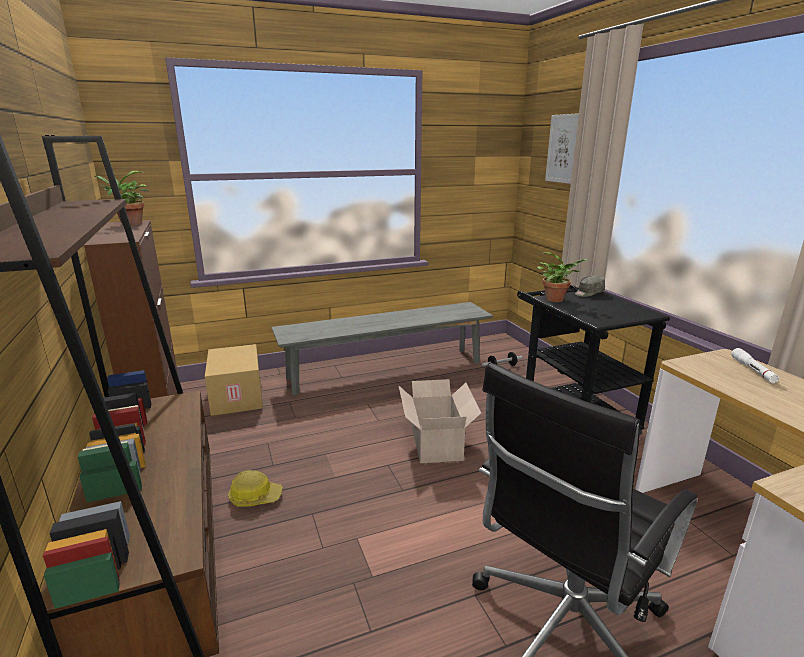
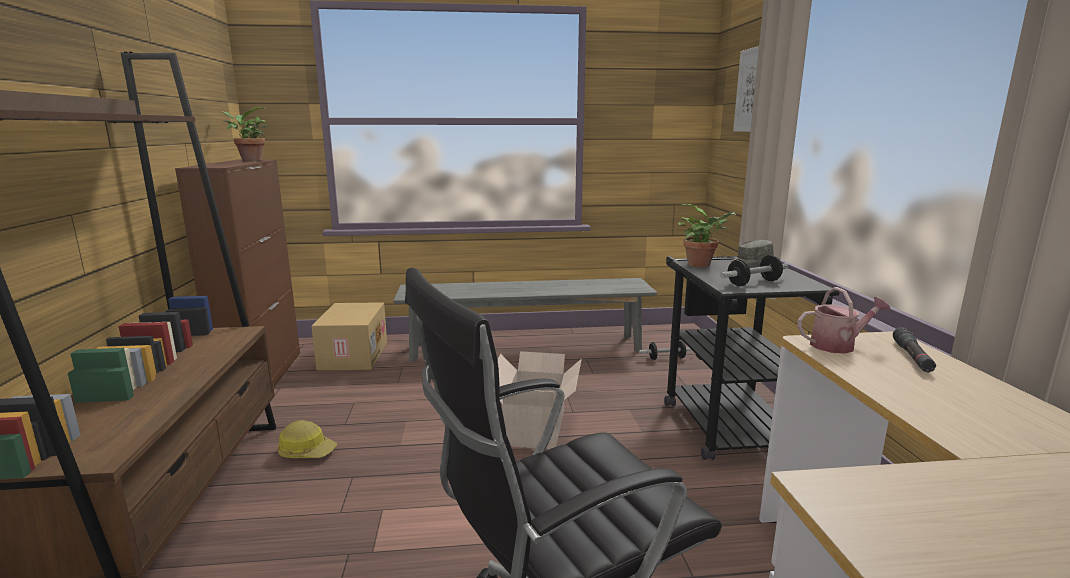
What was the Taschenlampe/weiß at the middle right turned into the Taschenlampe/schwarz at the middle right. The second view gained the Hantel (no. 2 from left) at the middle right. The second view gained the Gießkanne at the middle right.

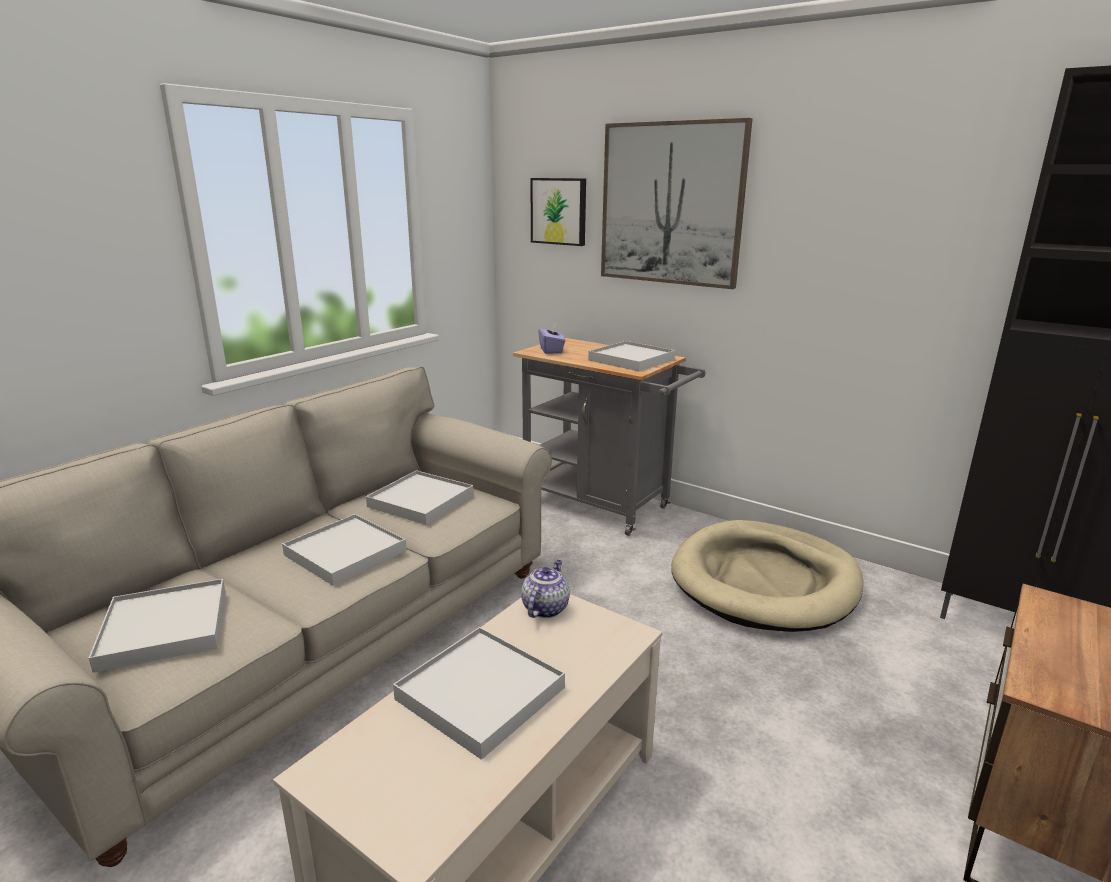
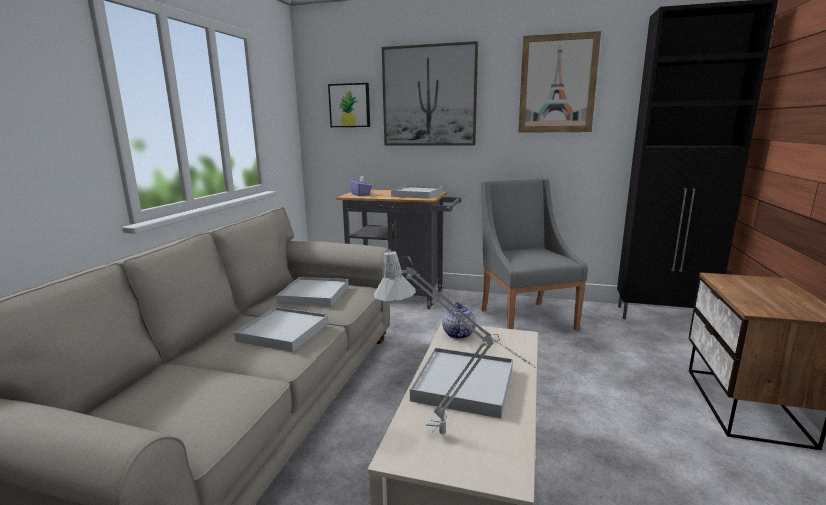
The second view lost the Tablett/weiß (no. 1 from left) at the bottom left. Where the Hundebett/beige stood at the middle right, the Sessel/grau came to stand at the centre. The second view gained the Tischlampe/grau at the bottom centre. The second view gained the Bild (no. 3 from left) at the top right.

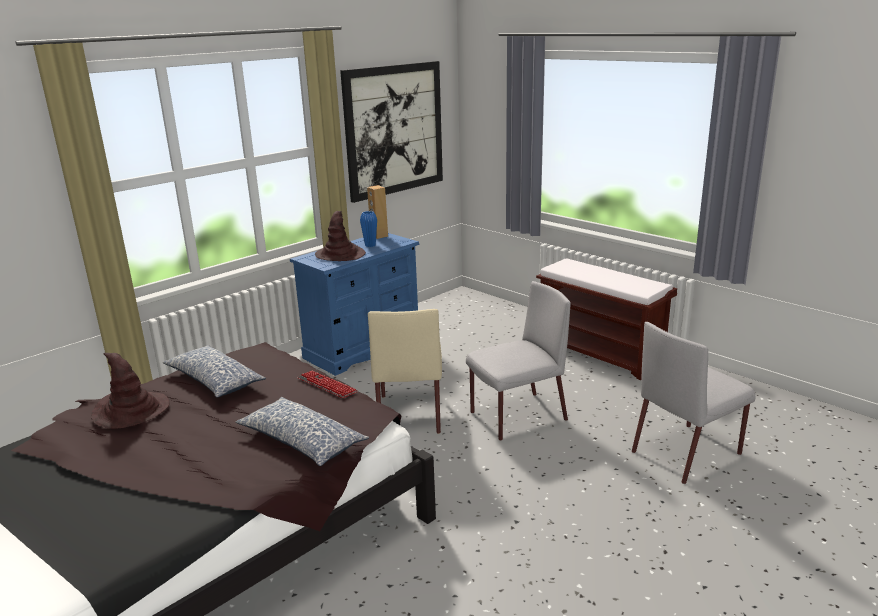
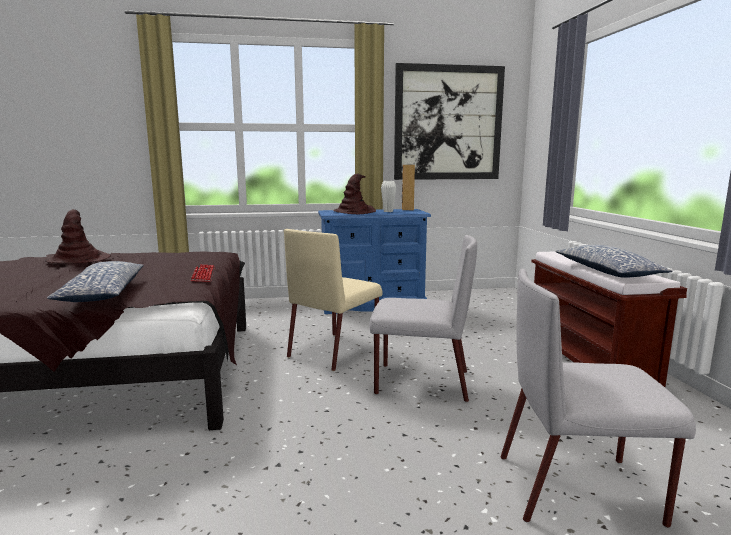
The Kissen (no. 1 from left in the first image) ended up elsewhere, having gone from the middle left to the middle right. What was the Vase/blau at the centre turned into the Vase/weiß at the centre.

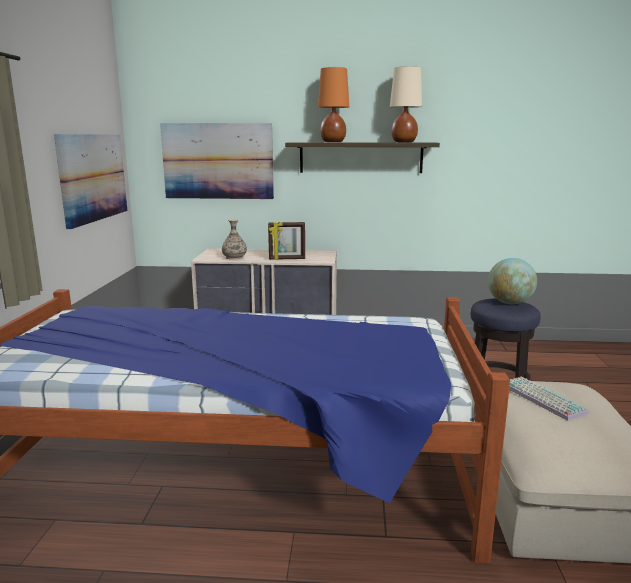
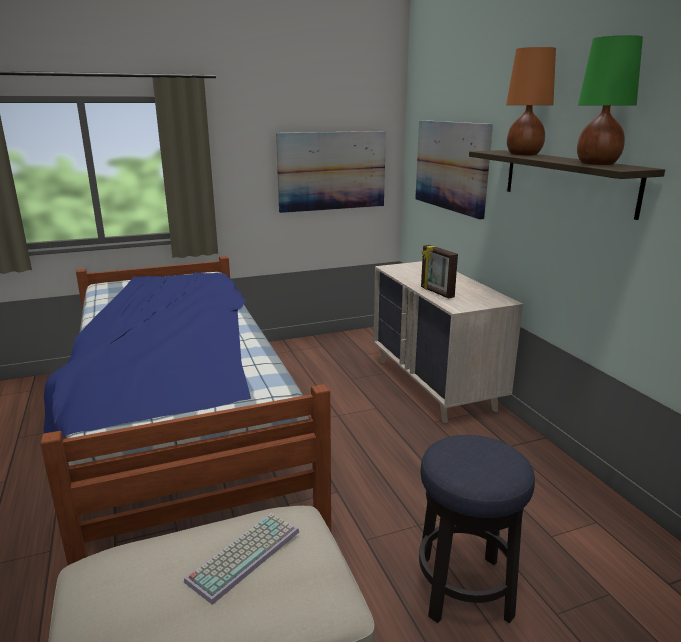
The second view lost the Vase at the centre. What was the Tischlampe/beige at the top centre turned into the Tischlampe/grün at the top right. The second view lost the Globus at the middle right.

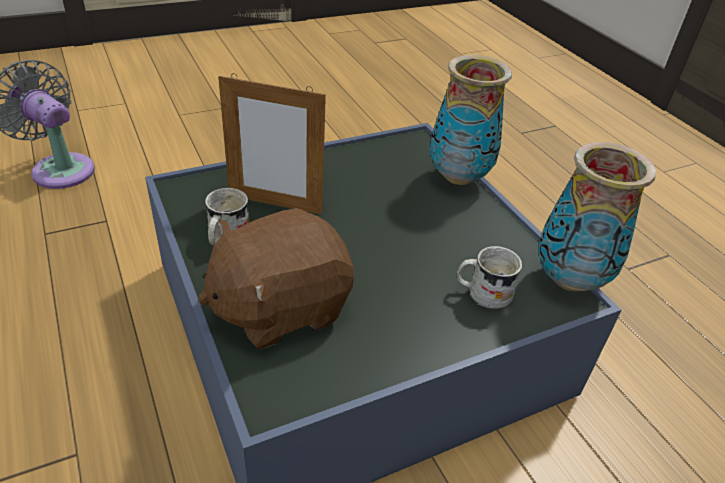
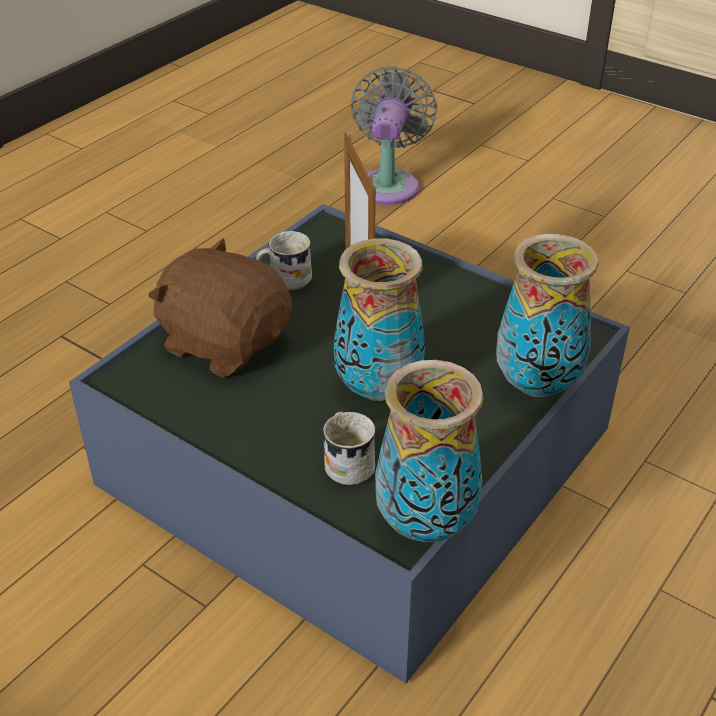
The second view gained the Vase (no. 1 from left) at the centre.

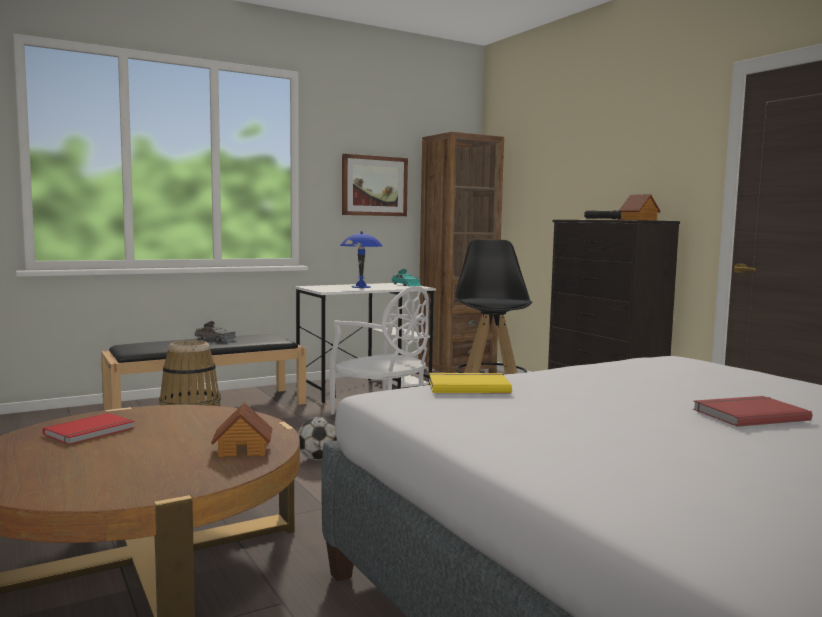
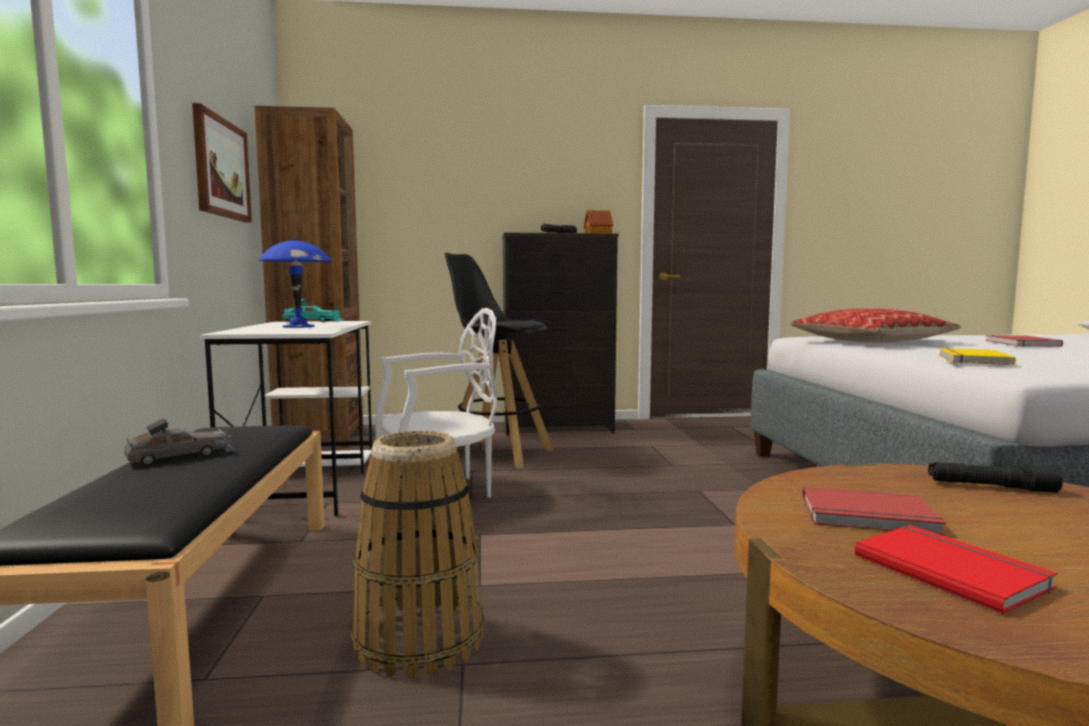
Where the Spielzeughaus (no. 1 from left) stood at the bottom left, the Taschenlampe/schwarz (no. 2 from left) came to stand at the middle right. The second view lost the Fußball at the bottom centre. The second view gained the Kissen at the middle right. The second view gained the Buch/rot (no. 1 from left) at the bottom right.

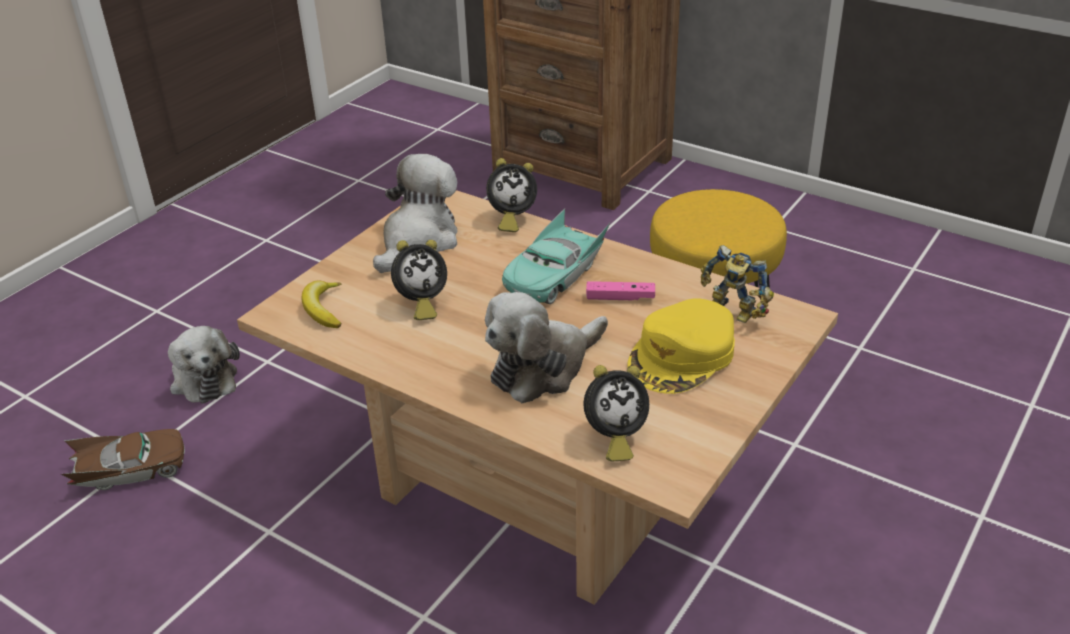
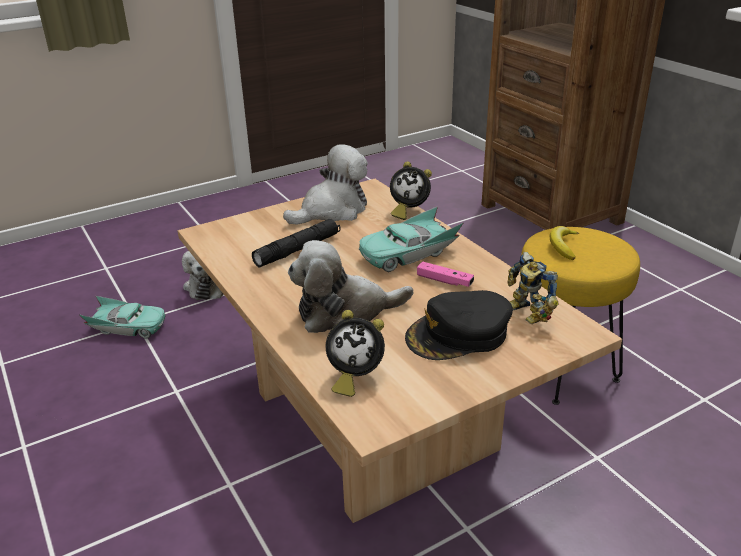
What was the Spielzeugauto/braun at the bottom left turned into the Spielzeugauto/türkis (no. 1 from left) at the middle left. The Banane ended up elsewhere, having gone from the middle left to the middle right. Where the Wecker (no. 1 from left) stood at the centre, the Taschenlampe/schwarz came to stand at the centre. What was the Kappe/gelb at the centre turned into the Kappe/schwarz at the centre.

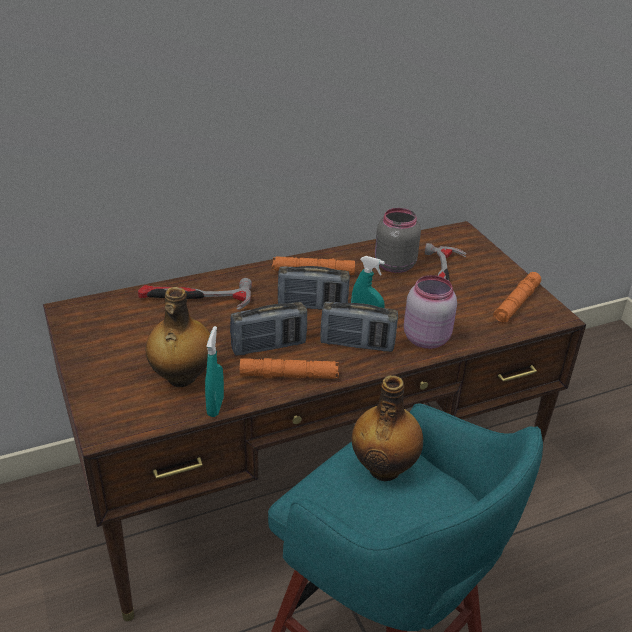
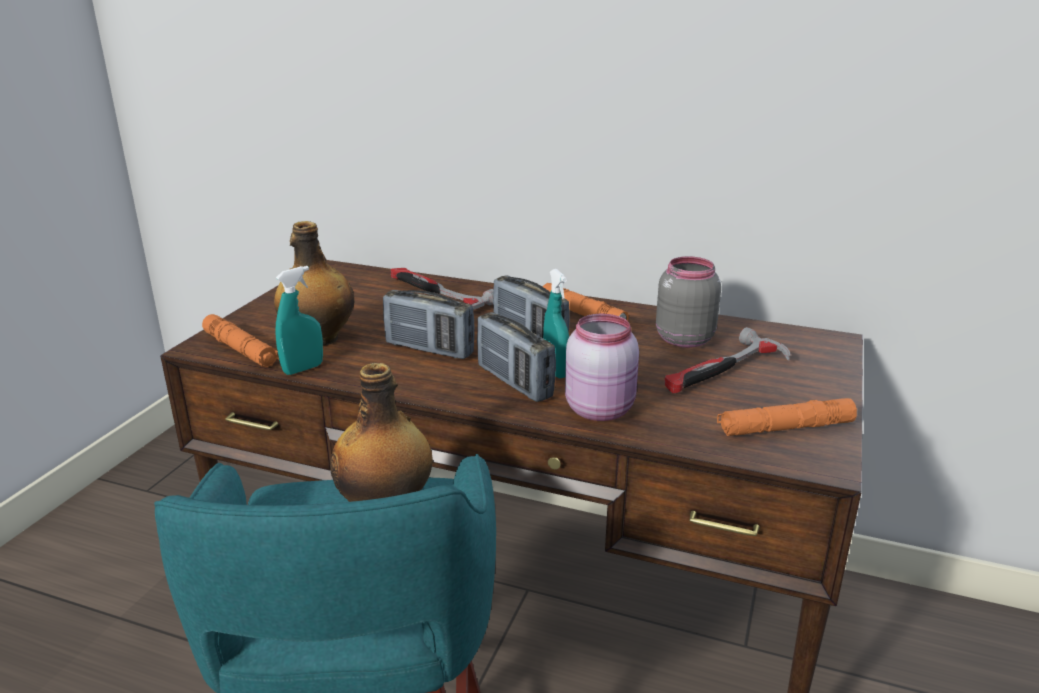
The Taschenlampe/orange (no. 1 from left) ended up elsewhere, having gone from the centre to the middle left.

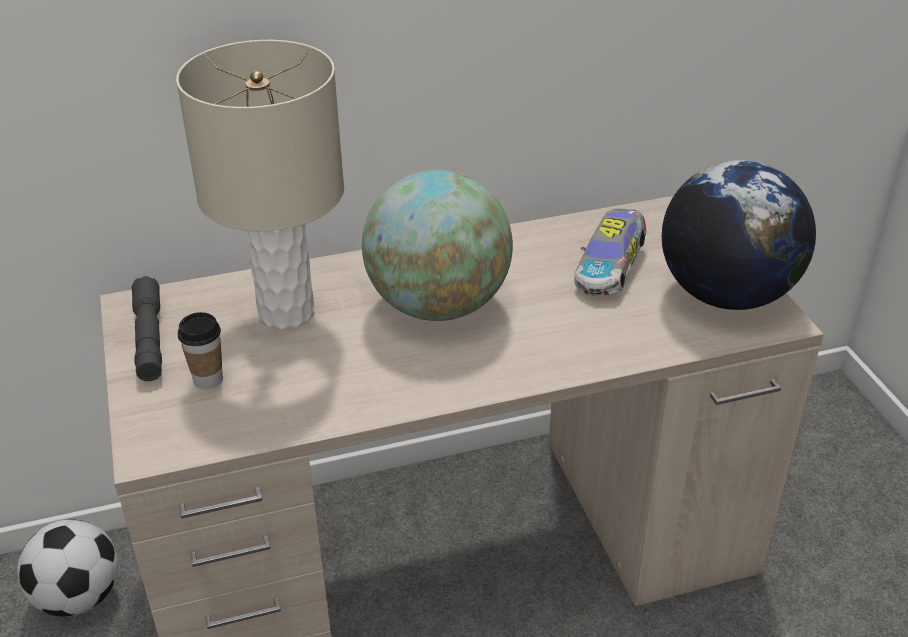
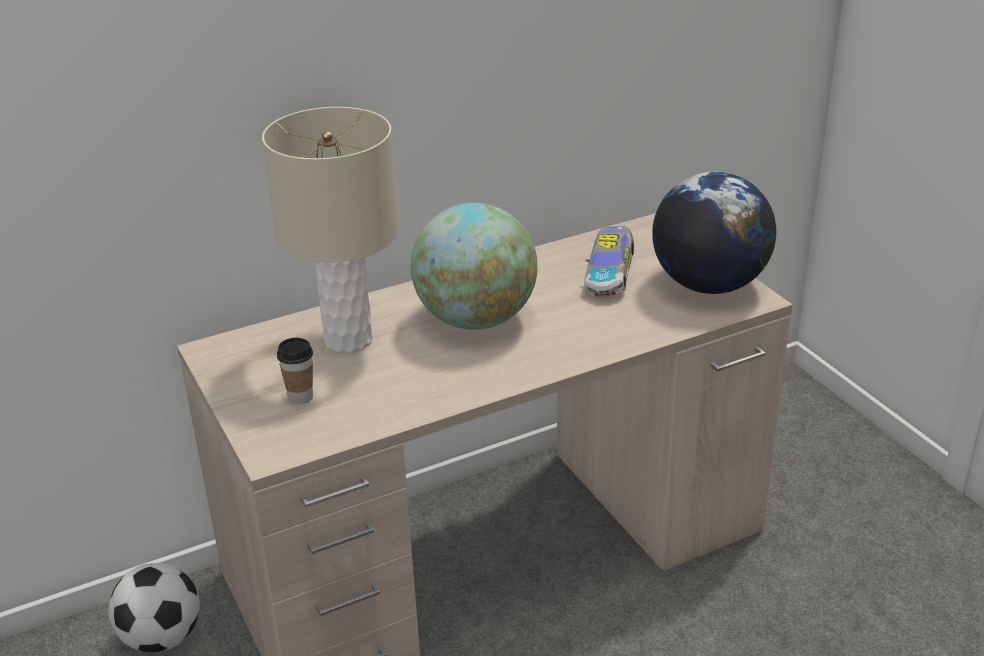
The second view lost the Taschenlampe/grau at the middle left.

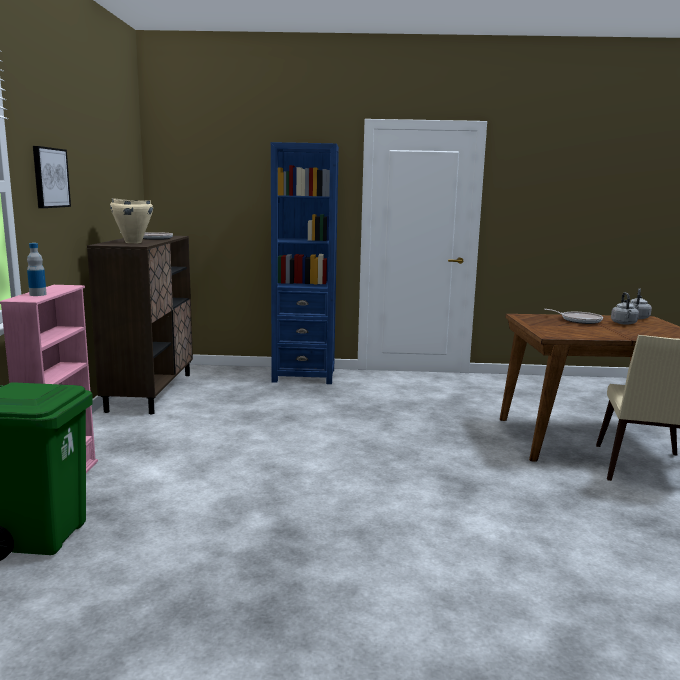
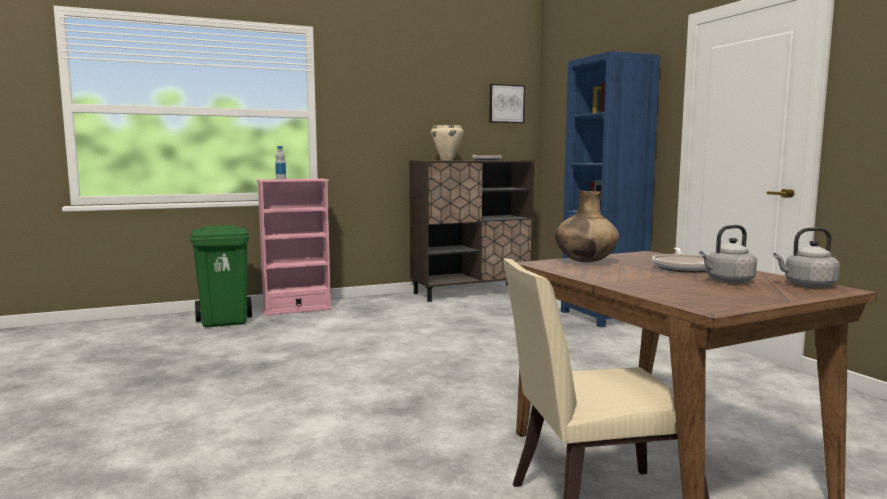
The Bild ended up elsewhere, having gone from the top left to the top centre. The second view gained the Vase/braun at the centre.

